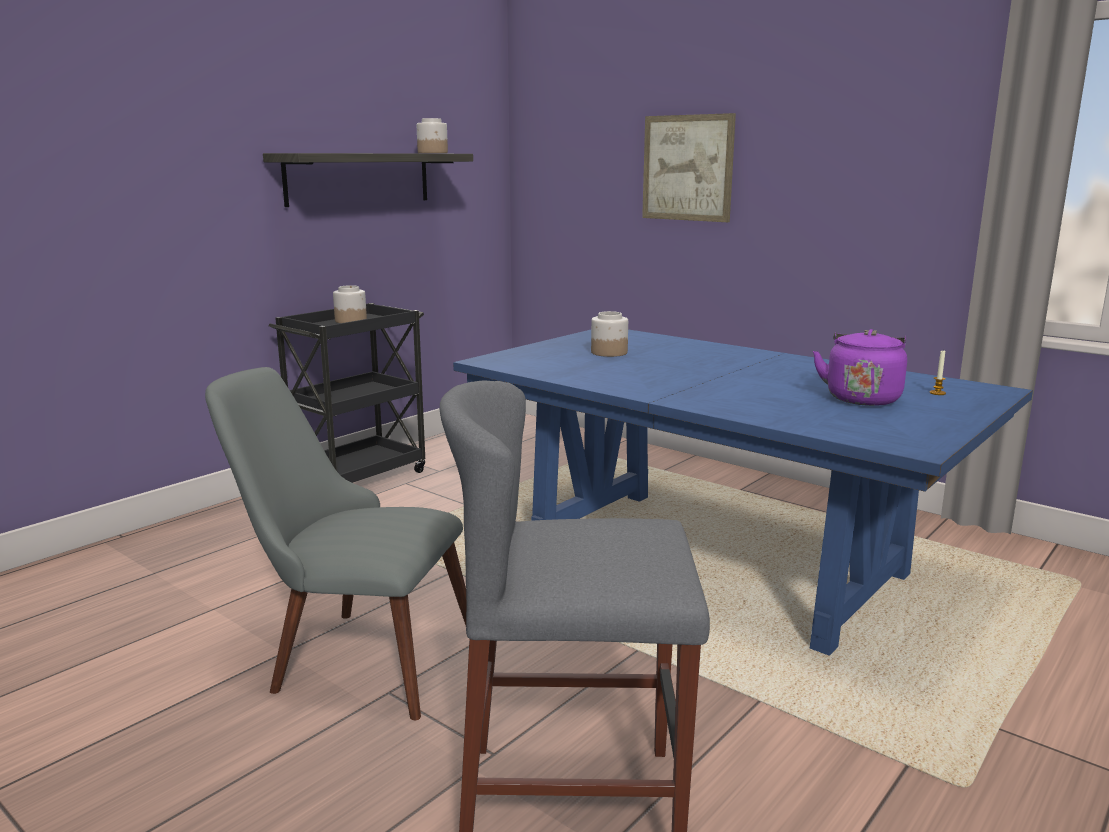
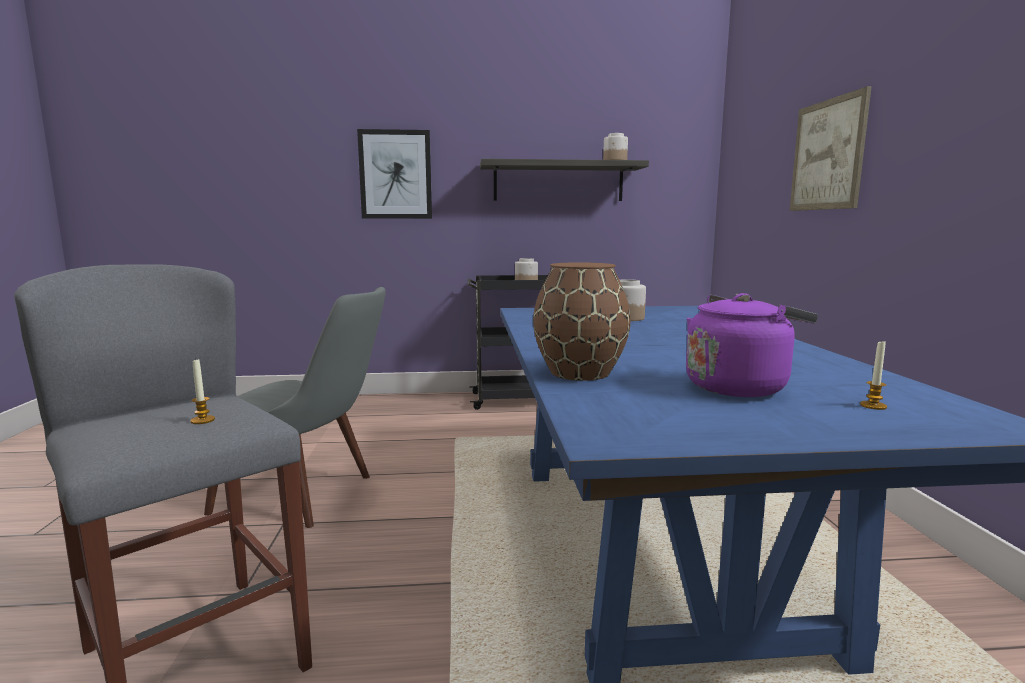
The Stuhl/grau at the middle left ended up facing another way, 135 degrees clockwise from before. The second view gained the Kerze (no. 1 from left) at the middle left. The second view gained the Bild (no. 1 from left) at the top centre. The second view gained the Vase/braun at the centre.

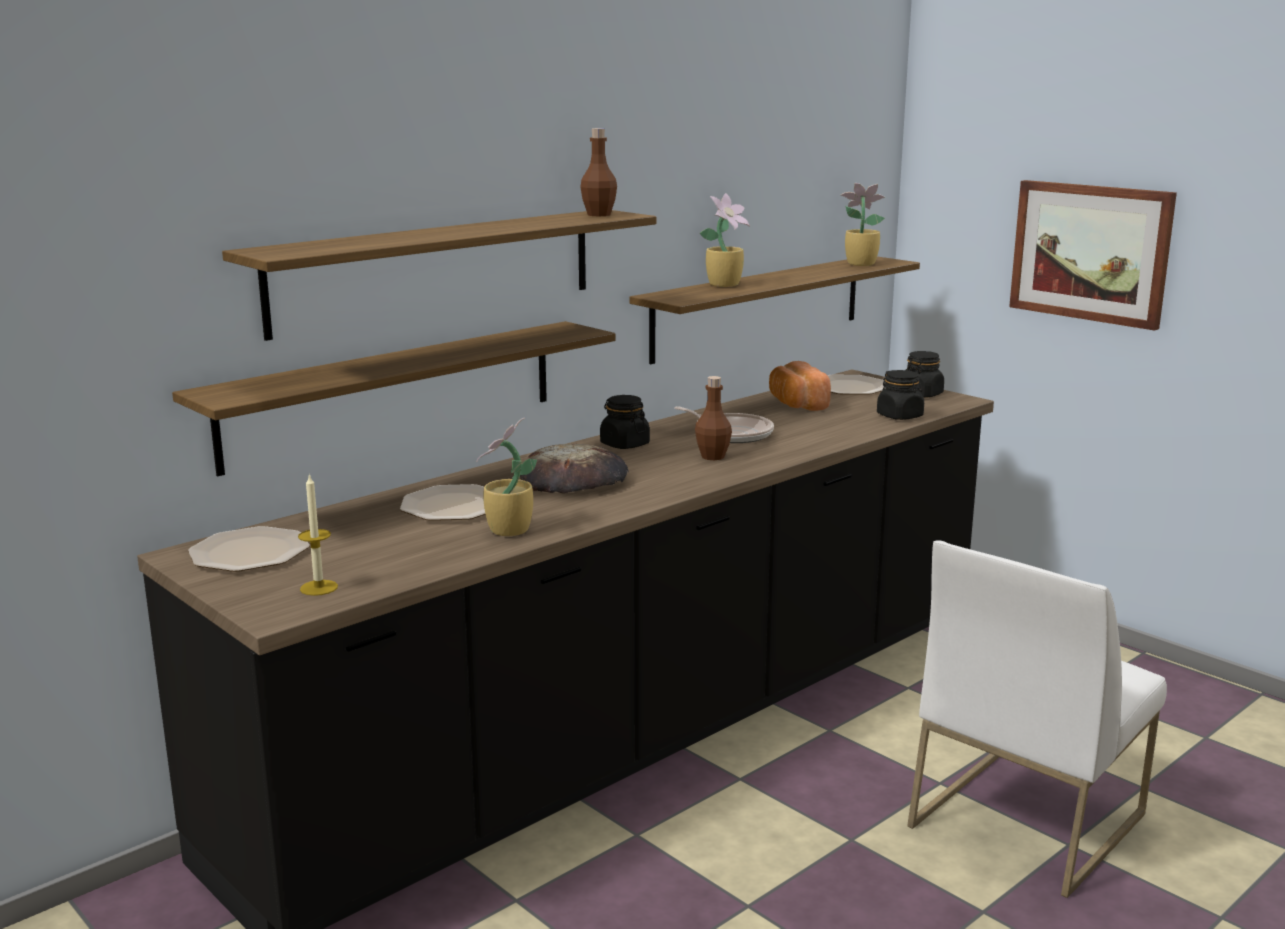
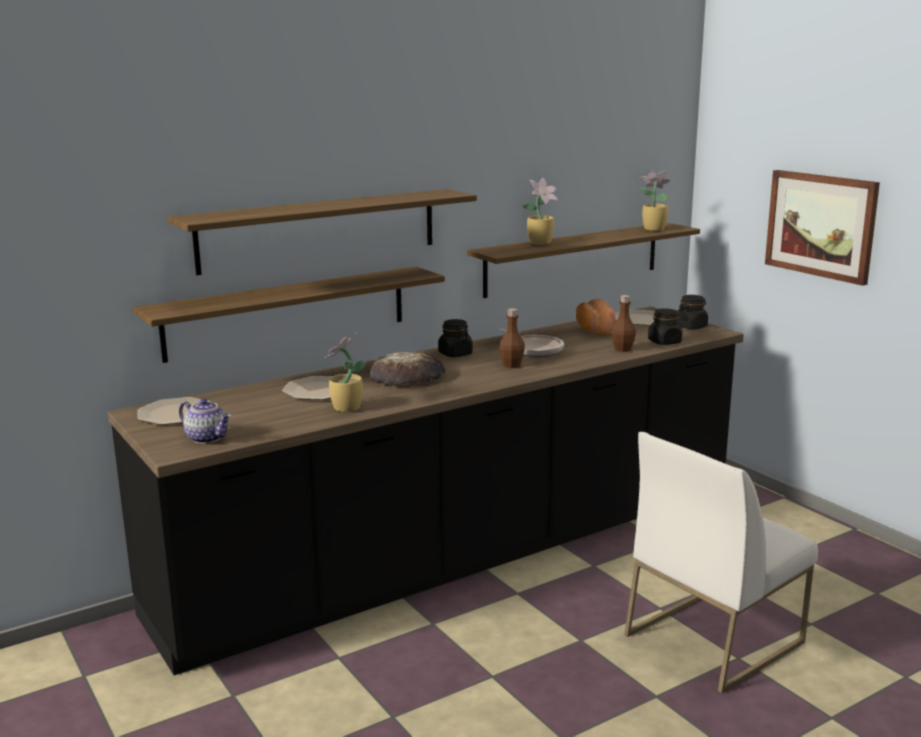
Where the Kerze stood at the middle left, the Teekanne came to stand at the middle left. The Flasche/braun (no. 1 from left in the first image) ended up elsewhere, having gone from the top centre to the middle right.

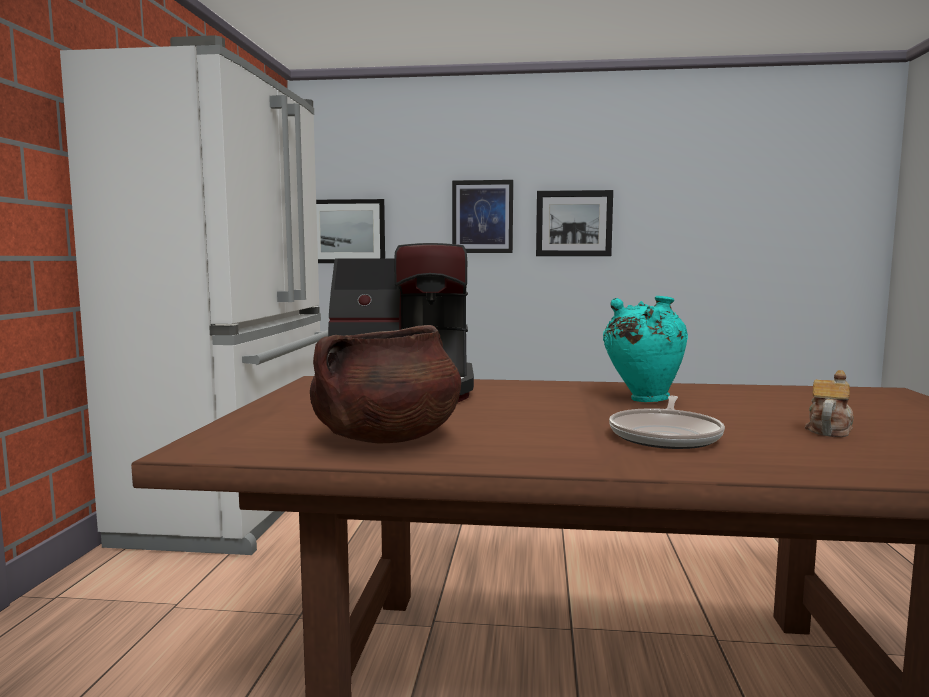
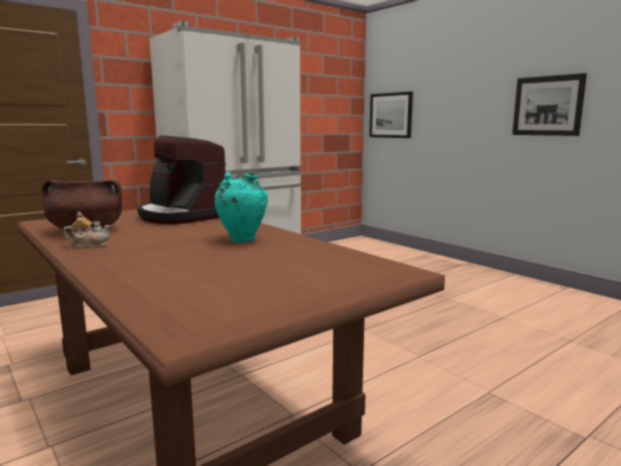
The second view lost the Bild (no. 2 from left) at the top centre. The second view lost the Pfanne at the middle right. The Teekanne ended up elsewhere, having gone from the middle right to the middle left.

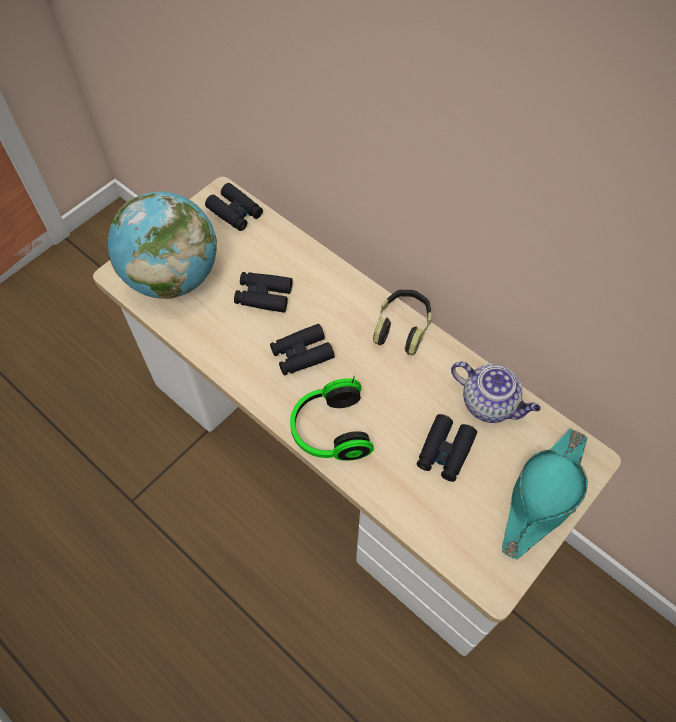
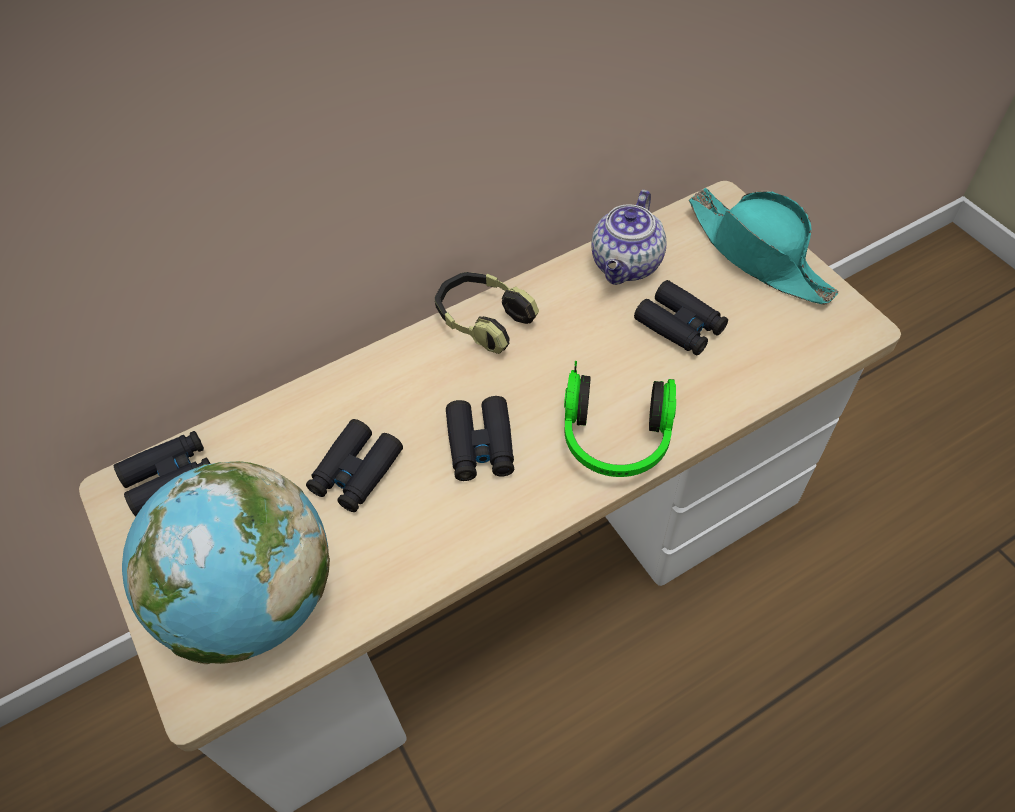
The Teekanne at the middle right ended up facing another way, 150 degrees clockwise from before.

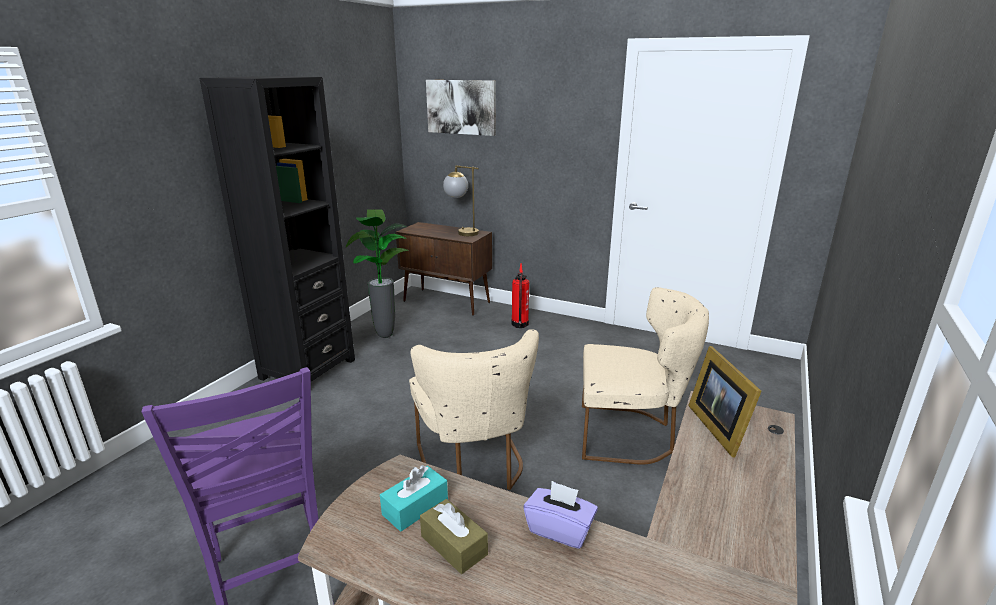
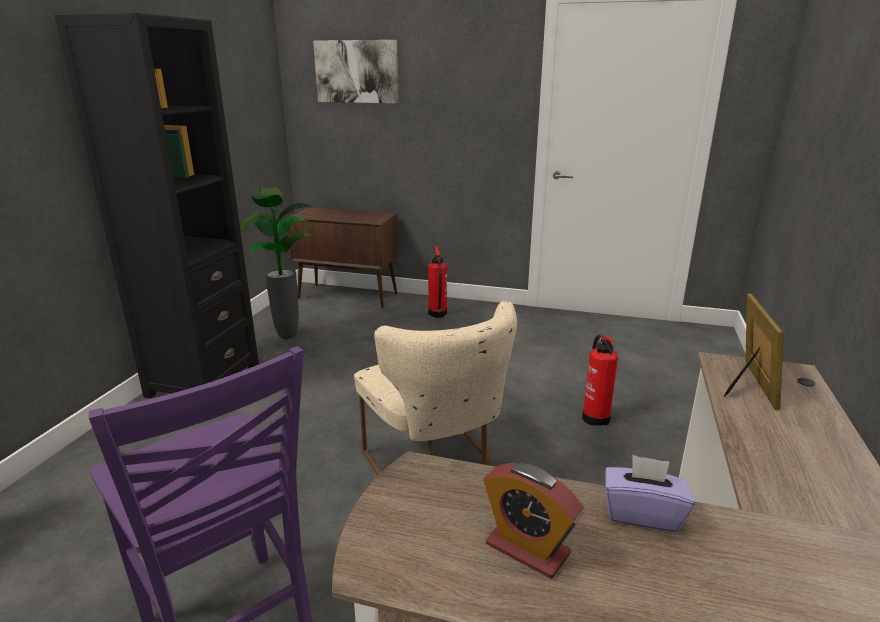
The second view lost the Taschentuchbox/türkis at the bottom centre. Where the Taschentuchbox/braun stood at the bottom centre, the Wecker came to stand at the bottom centre. The second view lost the Tischlampe at the top centre. Where the Stuhl/beige (no. 2 from left) stood at the centre, the Feuerlöscher (no. 2 from left) came to stand at the middle right. The Bilderrahmen at the middle right ended up facing another way, 150 degrees counterclockwise from before.

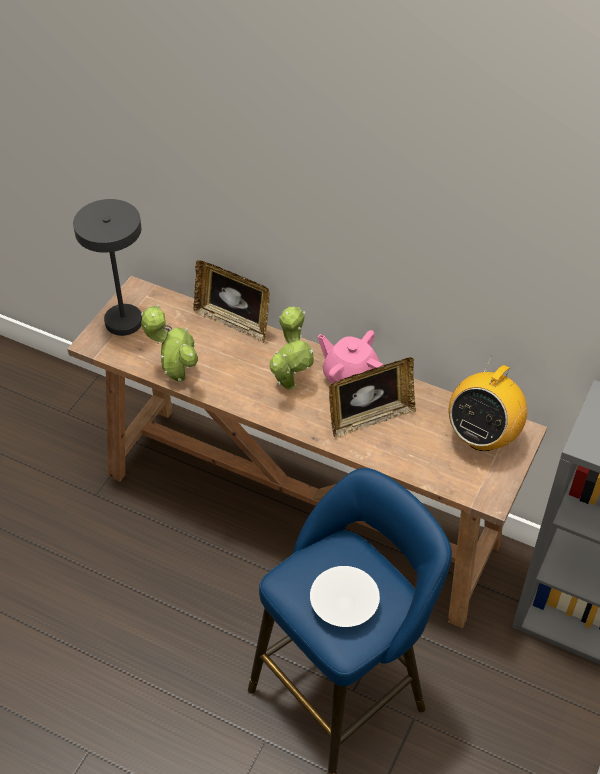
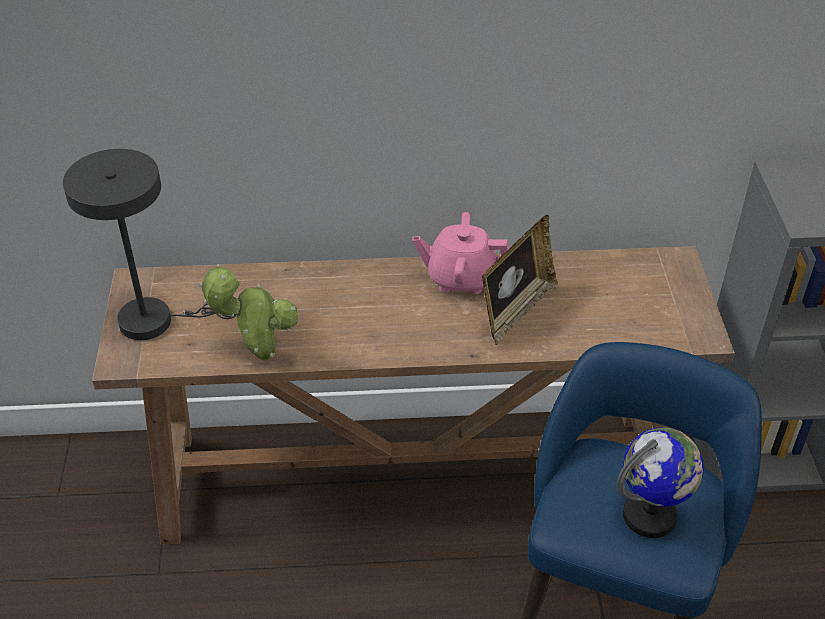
The second view lost the Bilderrahmen (no. 1 from left) at the centre. The second view lost the Topfpflanze (no. 2 from left) at the centre. Where the Schüssel/weiß stood at the bottom centre, the Globus came to stand at the bottom right. The second view lost the Radio at the middle right.

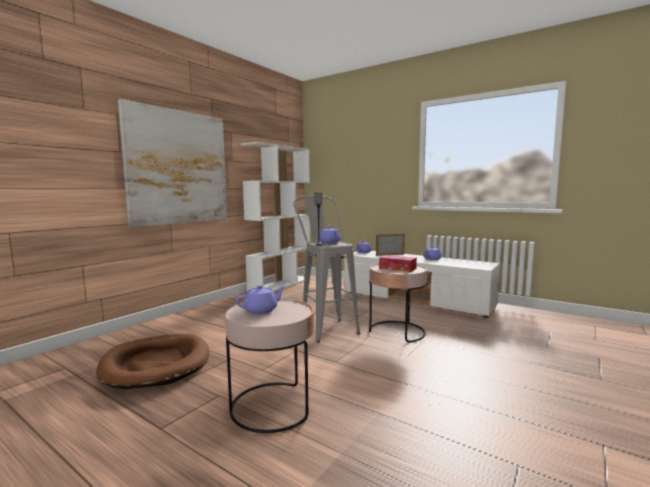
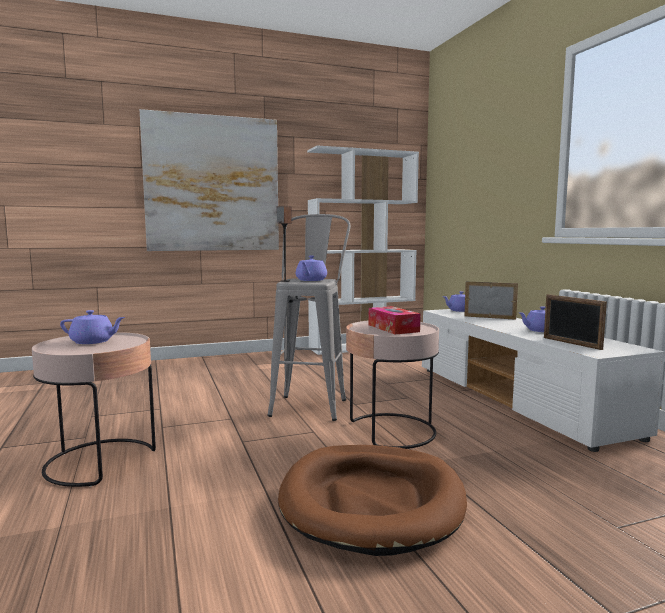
The Hundebett/braun ended up elsewhere, having gone from the bottom left to the bottom centre. The second view gained the Bilderrahmen (no. 2 from left) at the middle right.

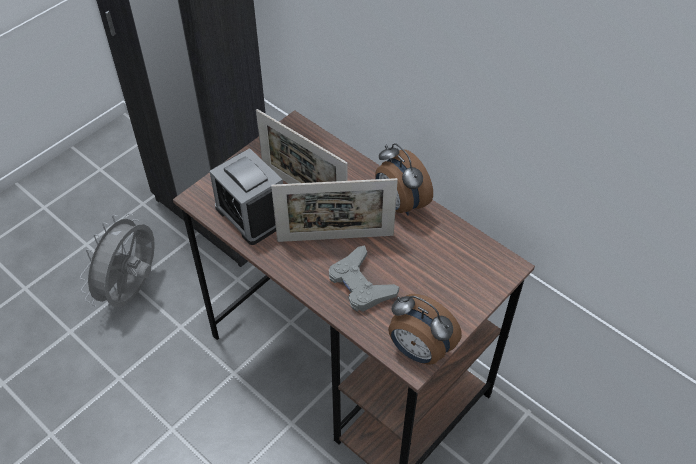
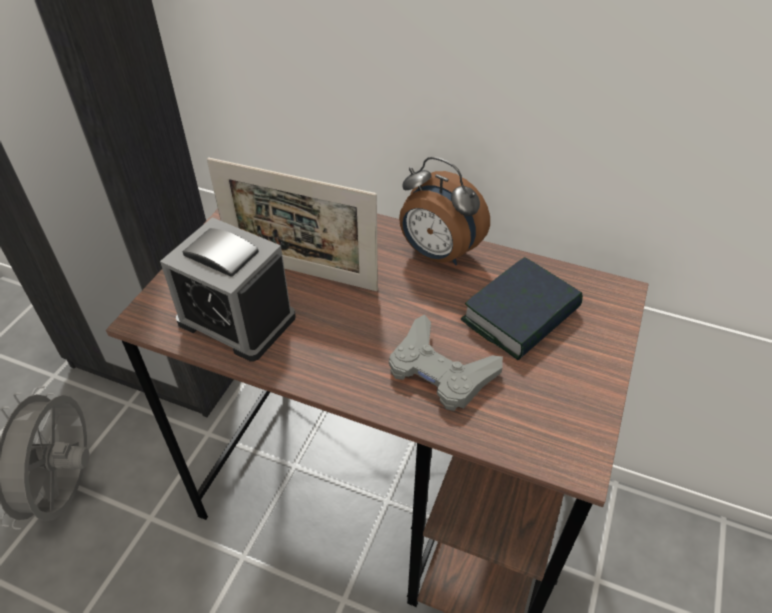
The second view lost the Bilderrahmen (no. 2 from left) at the centre. The second view lost the Wecker (no. 3 from left) at the bottom centre. The second view gained the Buch at the middle right.

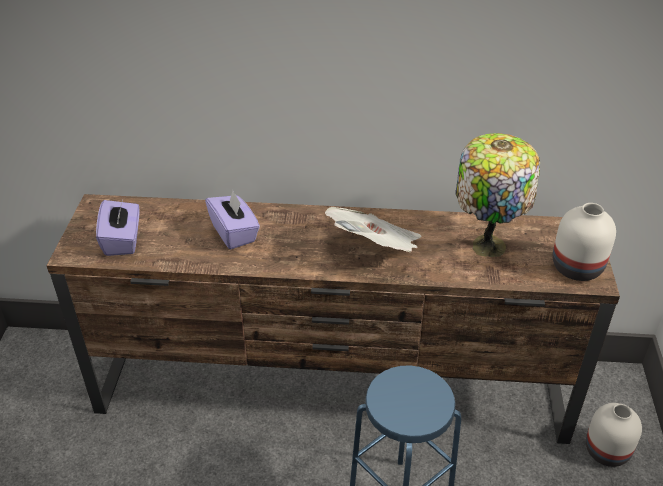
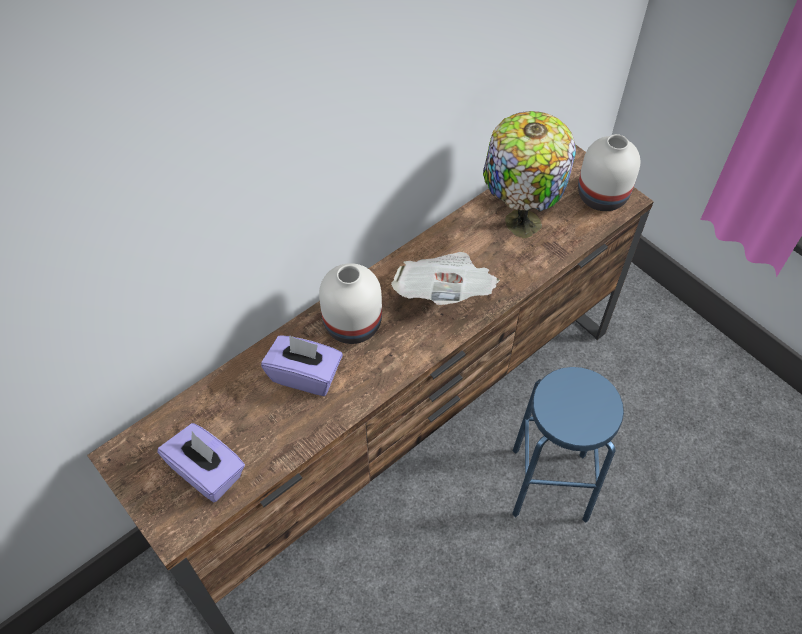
The Vase/weiß (no. 2 from left in the first image) ended up elsewhere, having gone from the bottom right to the centre.

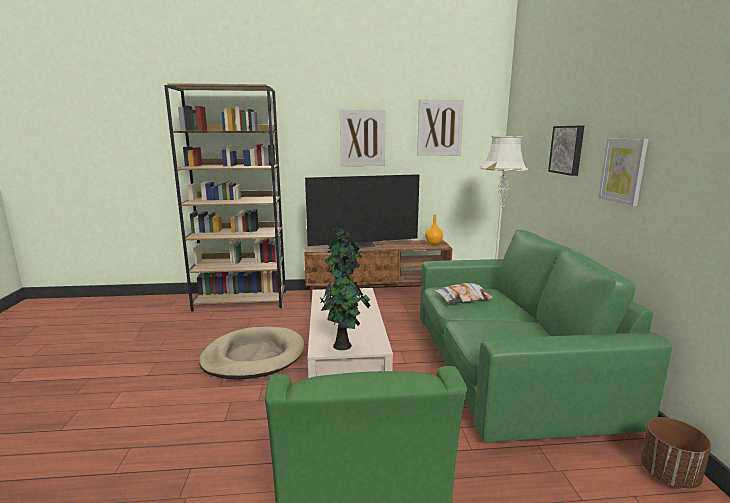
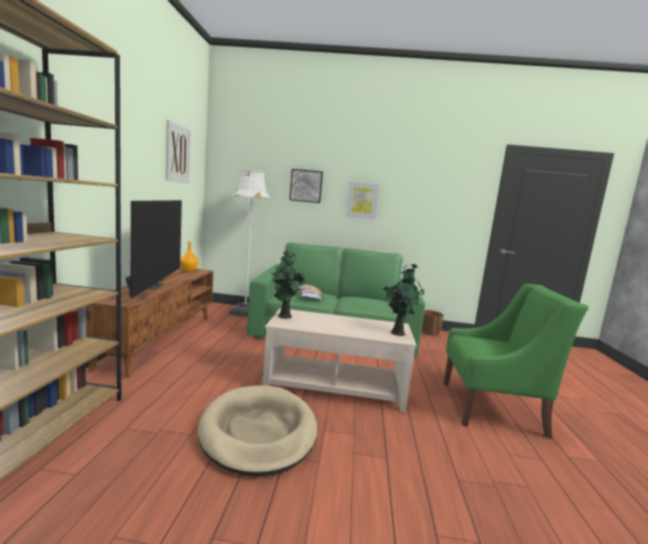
The second view lost the Bild (no. 1 from left) at the top centre.

